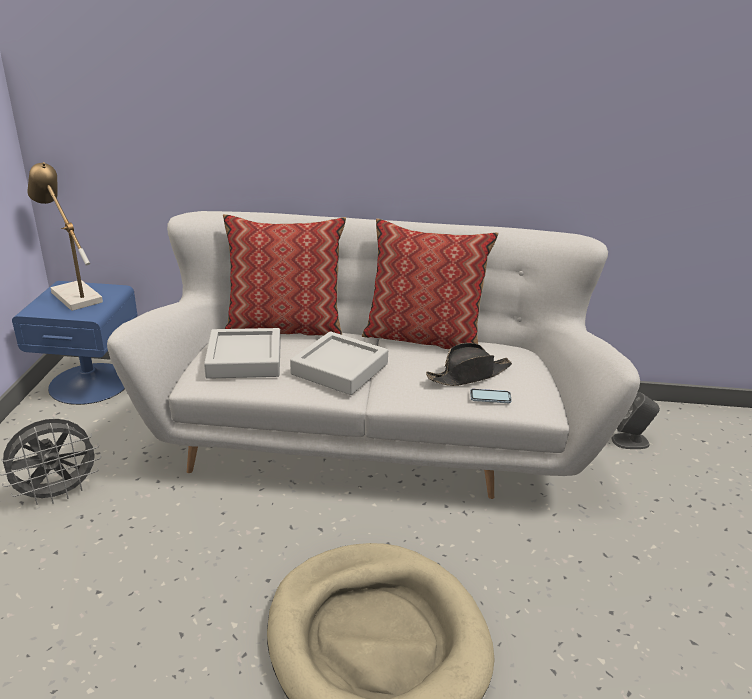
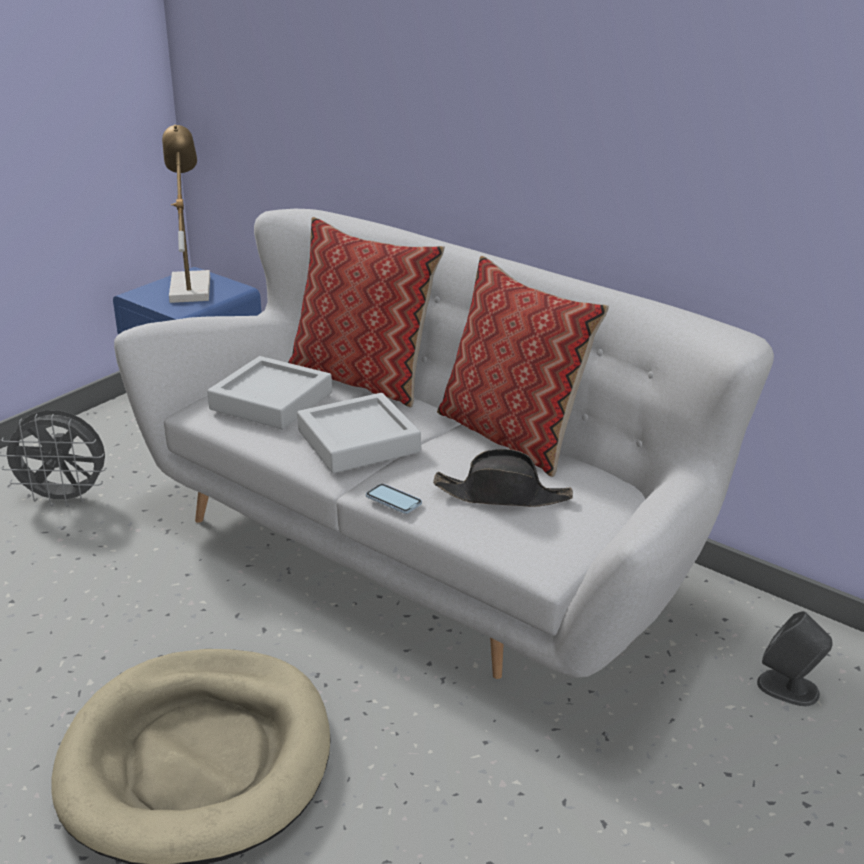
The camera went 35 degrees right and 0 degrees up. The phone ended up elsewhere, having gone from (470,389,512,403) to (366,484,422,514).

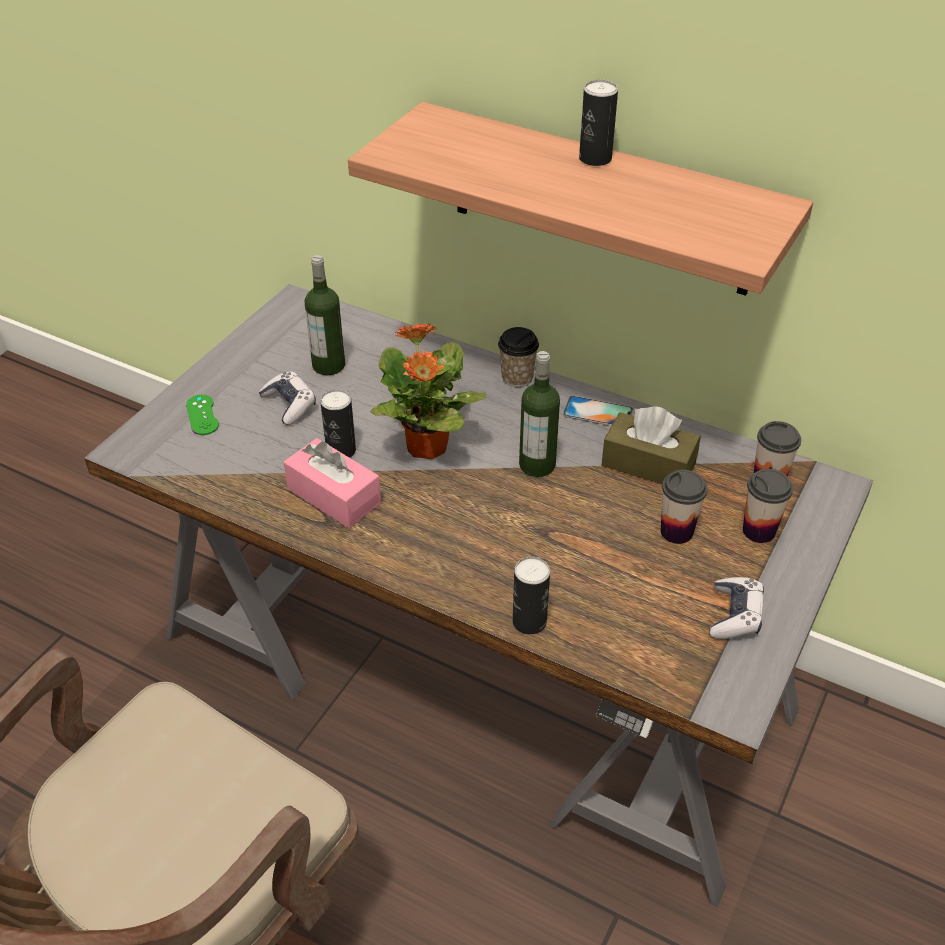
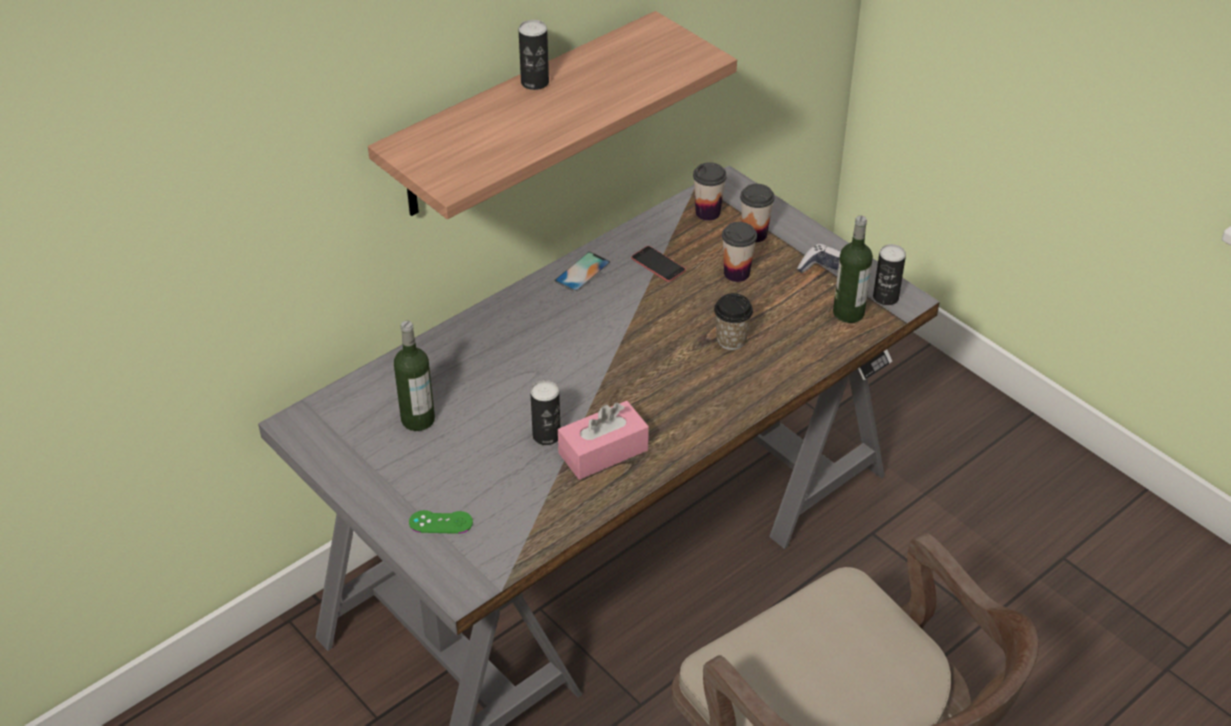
The camera went 70 degrees left and 0 degrees up. Where the brown tissue box stood at (602,406,701,484), the phone came to stand at (631,246,686,282). The cup ended up elsewhere, having gone from (498,327,539,387) to (714,293,753,350). The bottle ended up elsewhere, having gone from (519,351,560,477) to (833,216,873,323). The can ended up elsewhere, having gone from (512,557,550,635) to (873,244,906,305). The second view lost the game controller at (259,372,316,425). The second view lost the potted plant at (370,323,487,459).

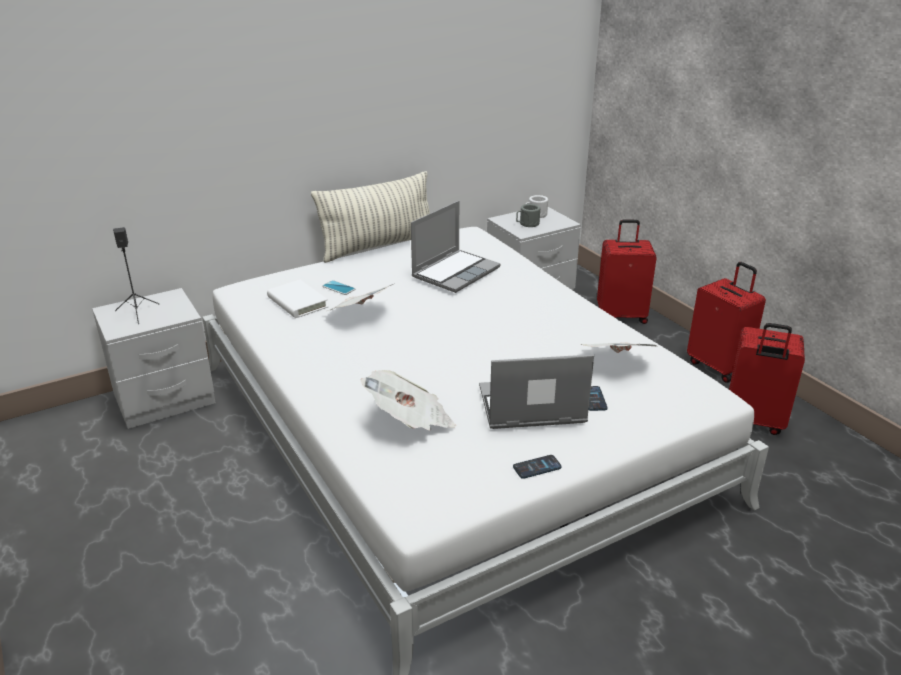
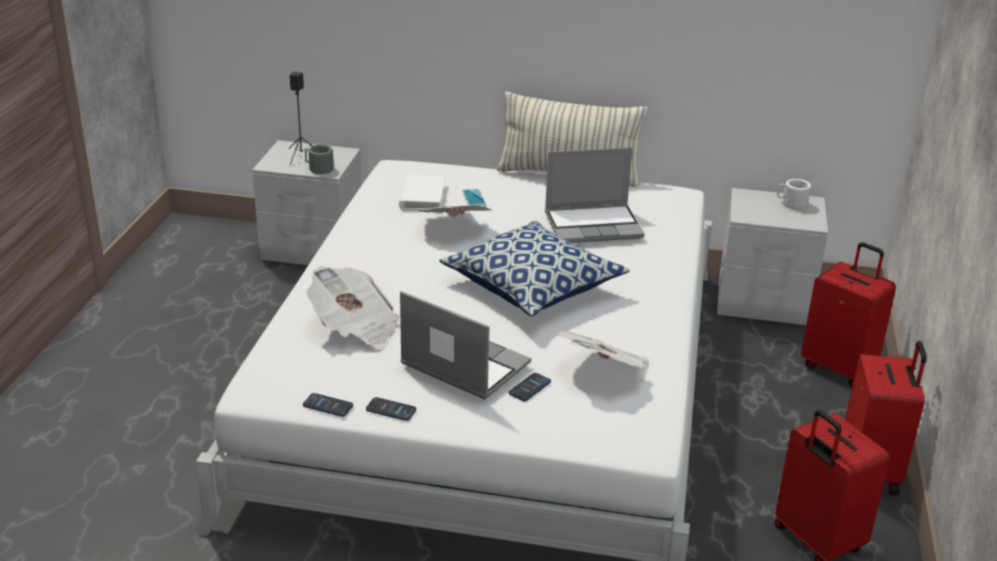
The camera went 40 degrees right and 0 degrees up. The second view gained the phone at (303,393,353,417). The grey mug ended up elsewhere, having gone from (516,204,540,227) to (305,145,334,174). The second view gained the pillow at (439,221,630,317).

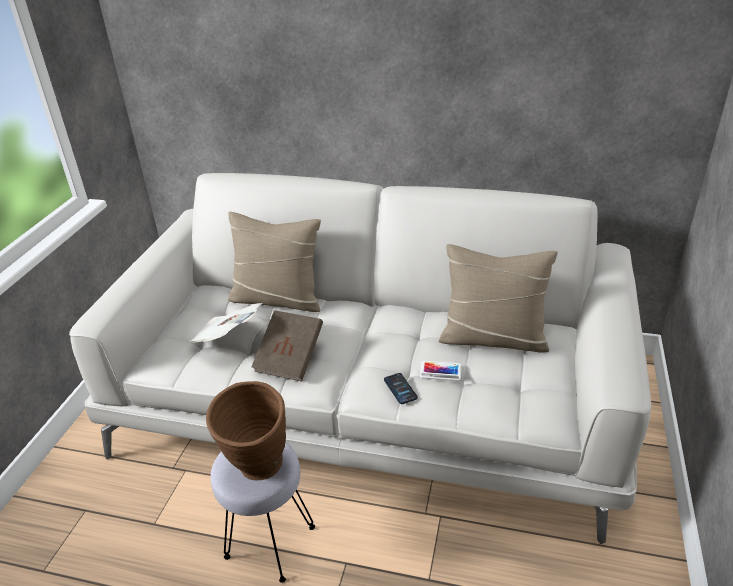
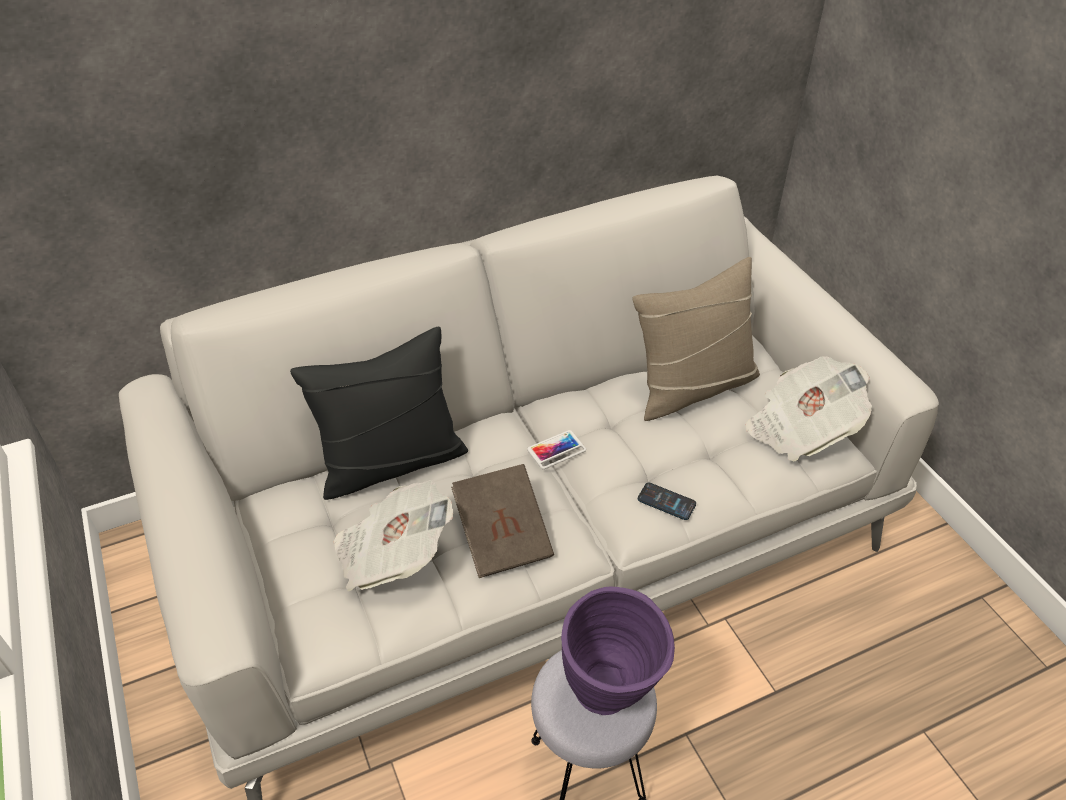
The camera went 40 degrees left and 10 degrees up. What was the beige pillow at (228,212,321,312) turned into the black pillow at (290,327,468,500). The phone ended up elsewhere, having gone from (420,361,462,381) to (527,430,586,469). What was the brown vase at (206,381,286,480) turned into the purple vase at (561,587,675,715). The second view gained the newspaper at (745,356,872,462).

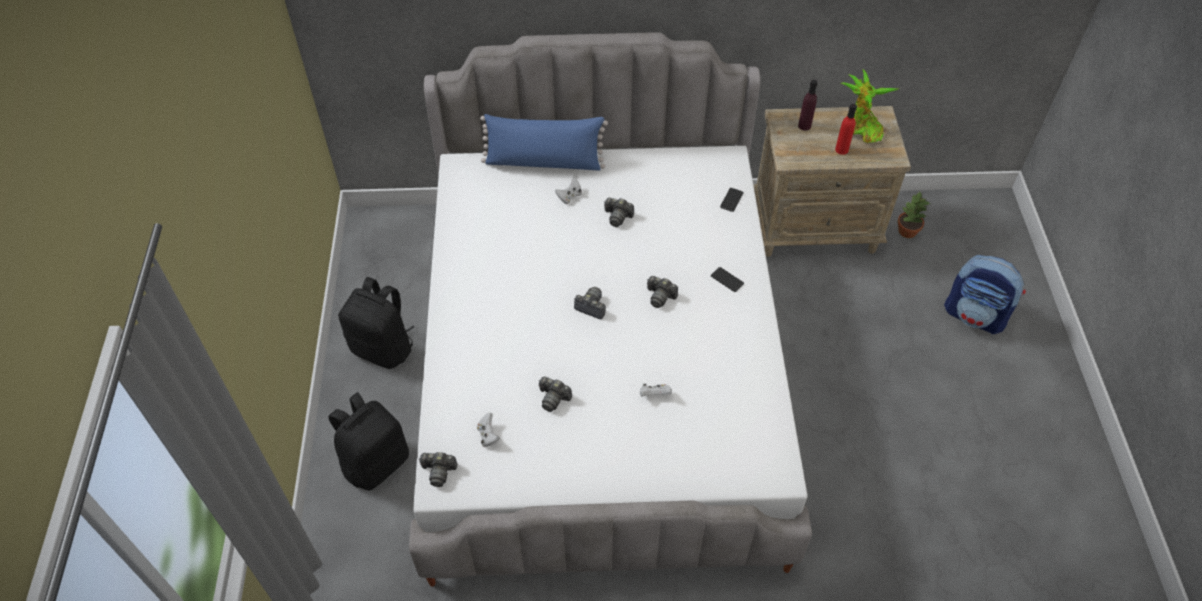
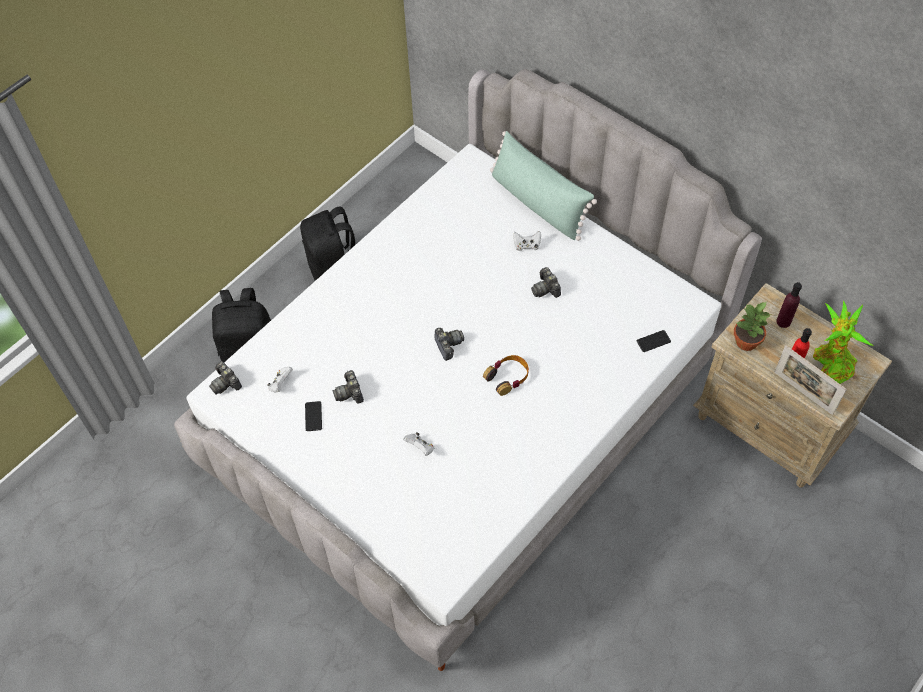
The camera went 45 degrees right and 5 degrees up. The phone ended up elsewhere, having gone from (711,267,744,292) to (305,401,322,431). Where the photo camera stood at (647,276,678,308), the headphones came to stand at (483,355,529,396). What was the blue pillow at (480,114,608,171) turned into the green pillow at (490,131,597,241). The potted plant ended up elsewhere, having gone from (897,192,931,238) to (734,302,770,351). The second view gained the picture frame at (774,345,847,415). The second view lost the backpack at (944,255,1026,334).

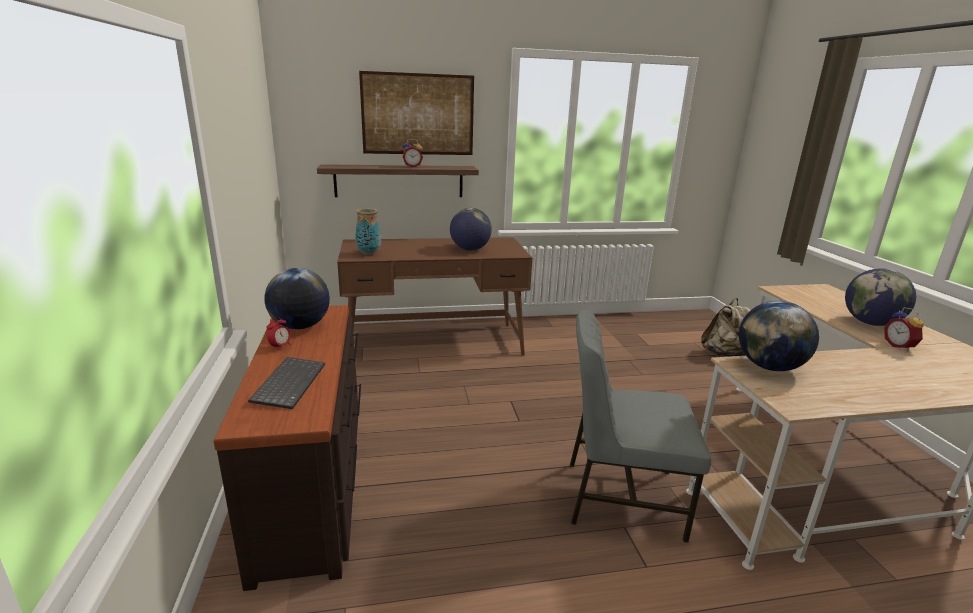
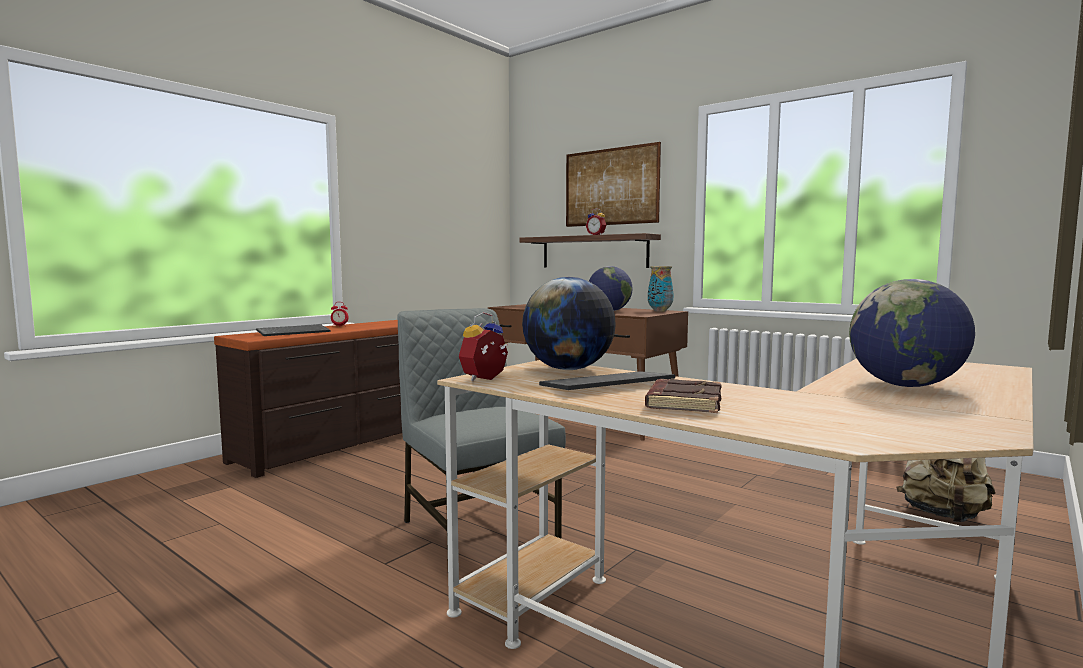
The camera went 50 degrees right and 15 degrees down. The alarm clock ended up elsewhere, having gone from (884,308,923,351) to (459,312,508,381). The second view gained the keyboard at (539,371,675,390). The second view gained the brown book at (645,379,722,413). The vase ended up elsewhere, having gone from (355,208,381,255) to (648,266,674,312). The second view lost the globe at (264,268,330,329).

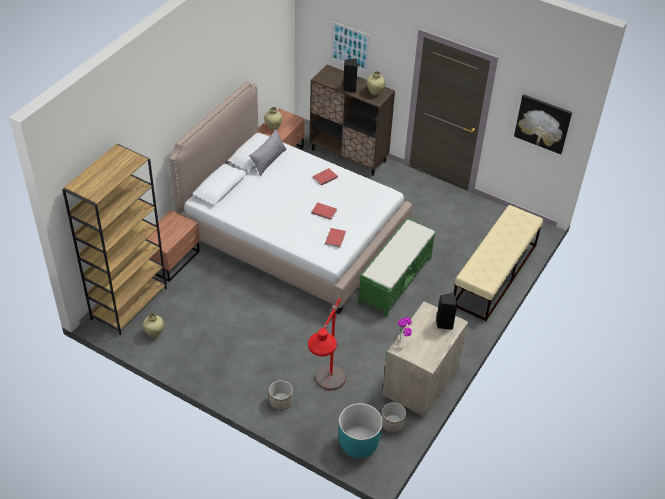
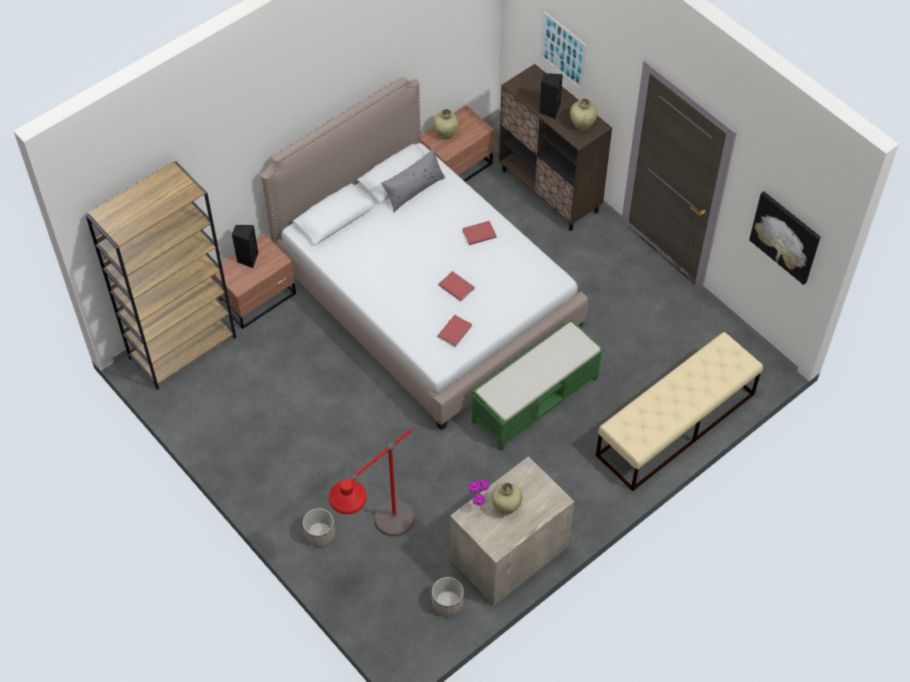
The camera went 20 degrees right and 10 degrees up. The black speaker ended up elsewhere, having gone from (436,293,457,330) to (232,225,258,268). The beige vase ended up elsewhere, having gone from (143,313,164,338) to (491,482,522,514). The second view lost the turquoise planter at (339,403,383,458).

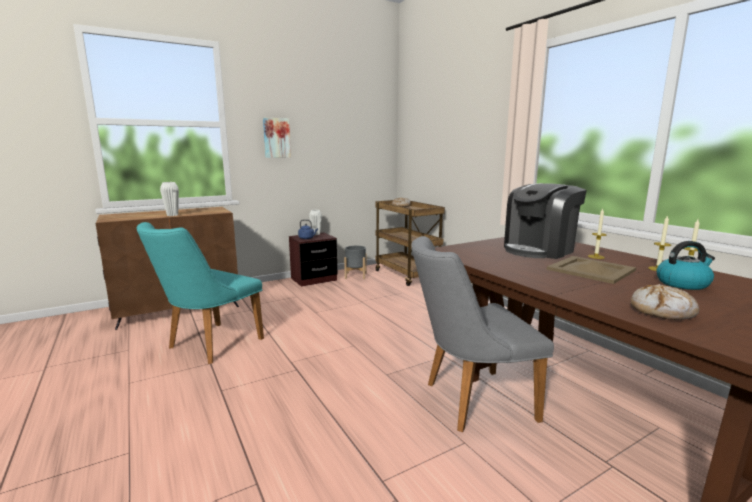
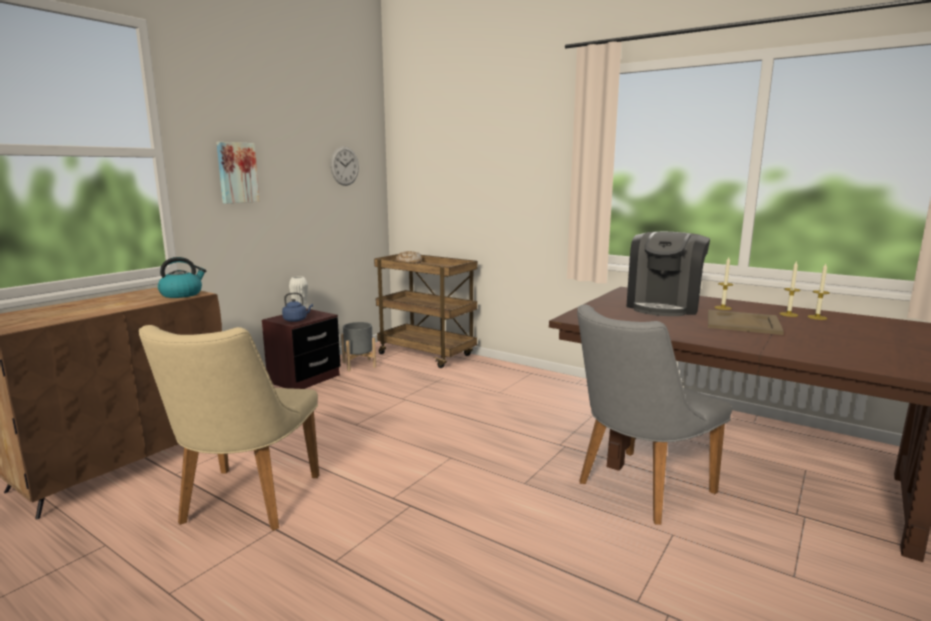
The camera went 25 degrees left and 0 degrees up. What was the turquoise chair at (137,222,264,364) turned into the beige chair at (139,325,319,531). The kettle ended up elsewhere, having gone from (656,241,715,290) to (158,257,206,298). The second view gained the wall clock at (330,146,359,186). The second view lost the white vase at (160,182,179,216). The second view lost the bread at (630,284,699,320).

